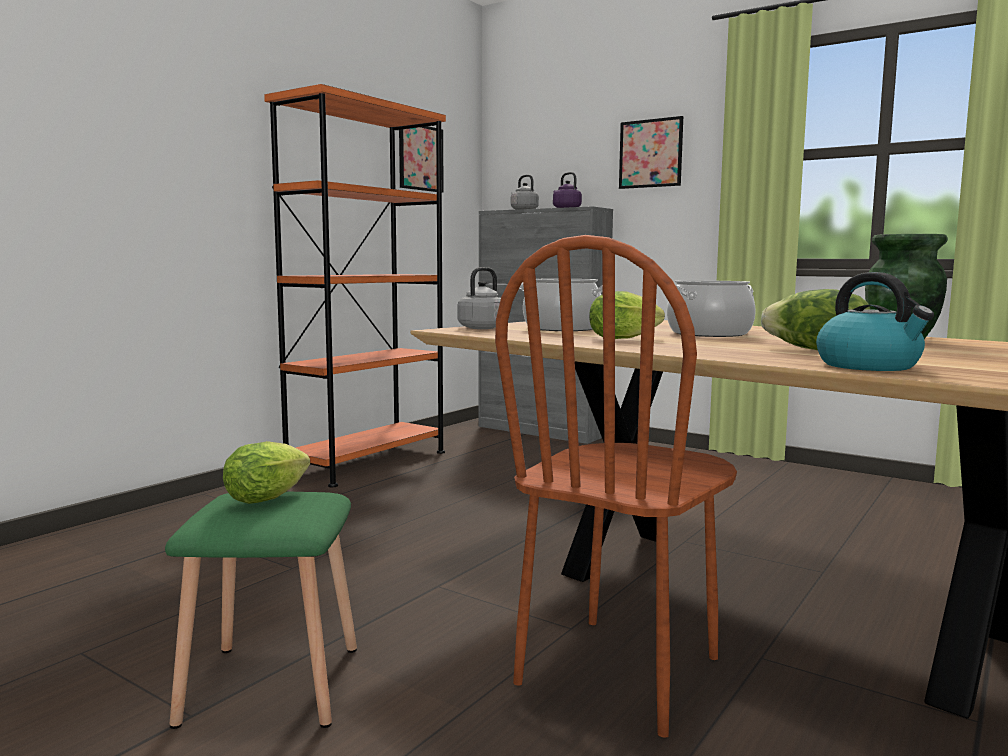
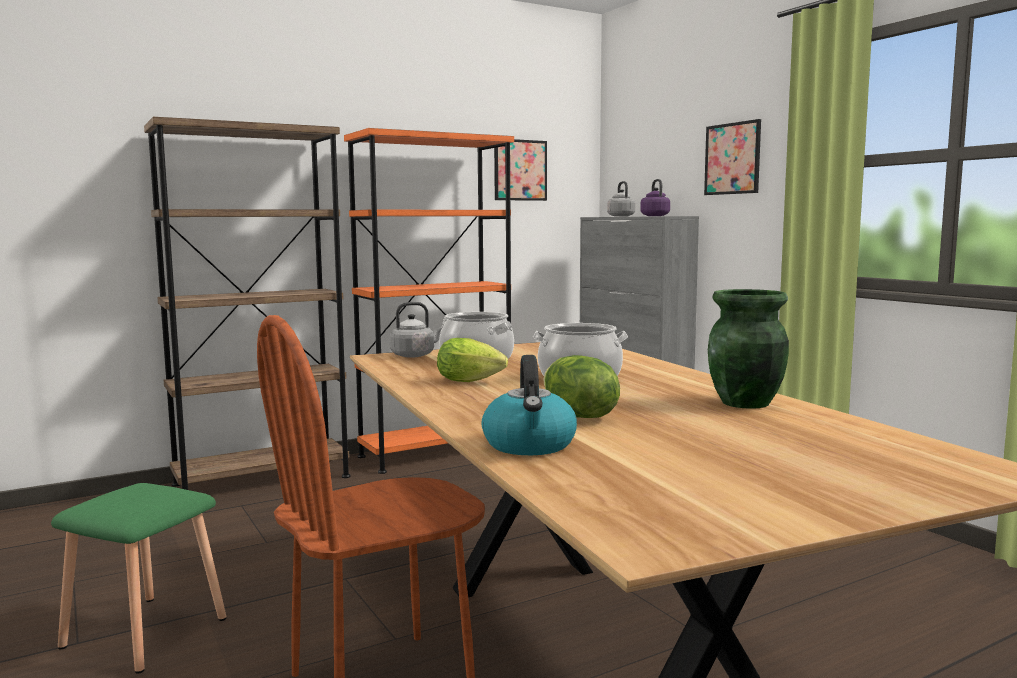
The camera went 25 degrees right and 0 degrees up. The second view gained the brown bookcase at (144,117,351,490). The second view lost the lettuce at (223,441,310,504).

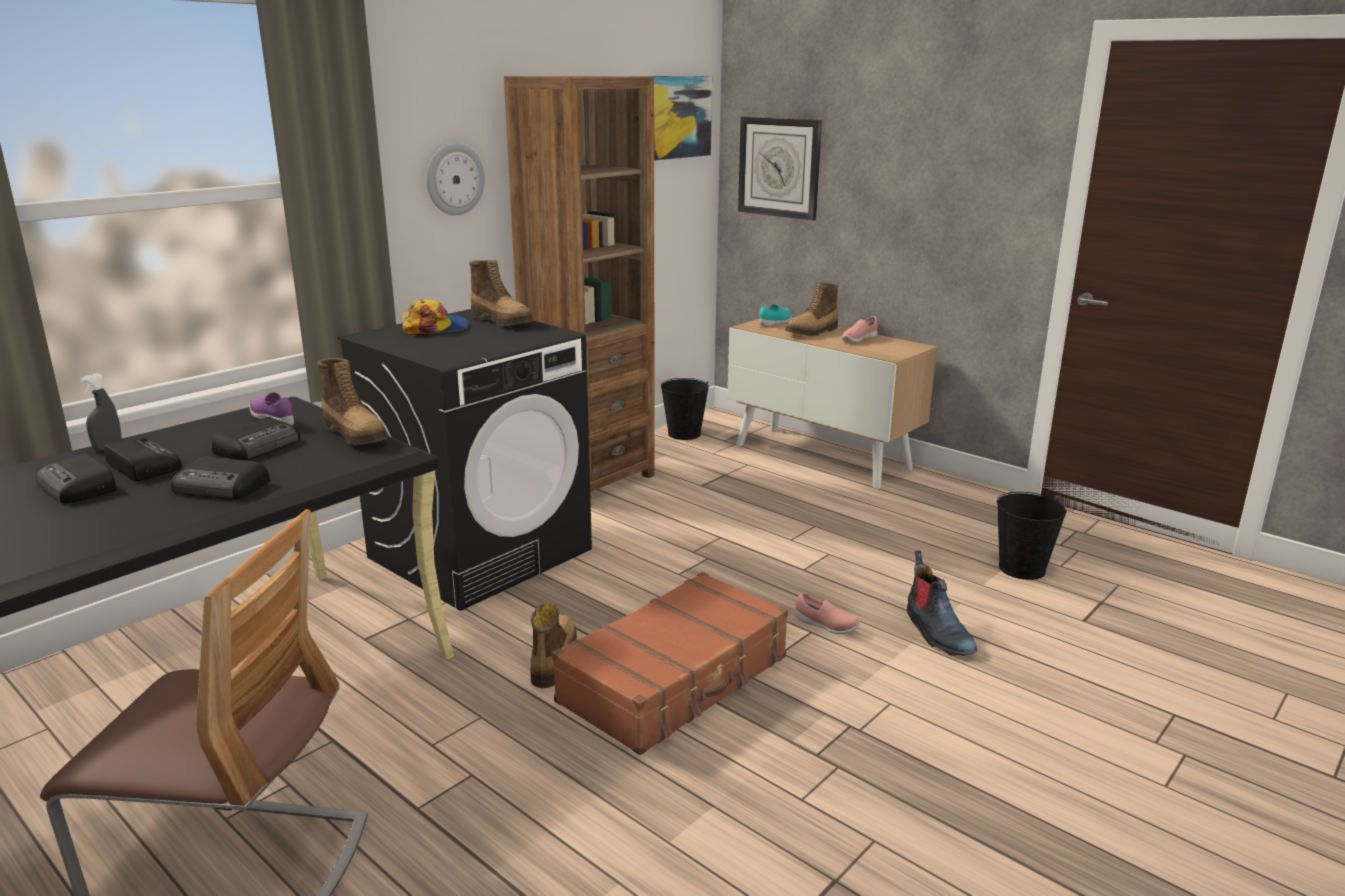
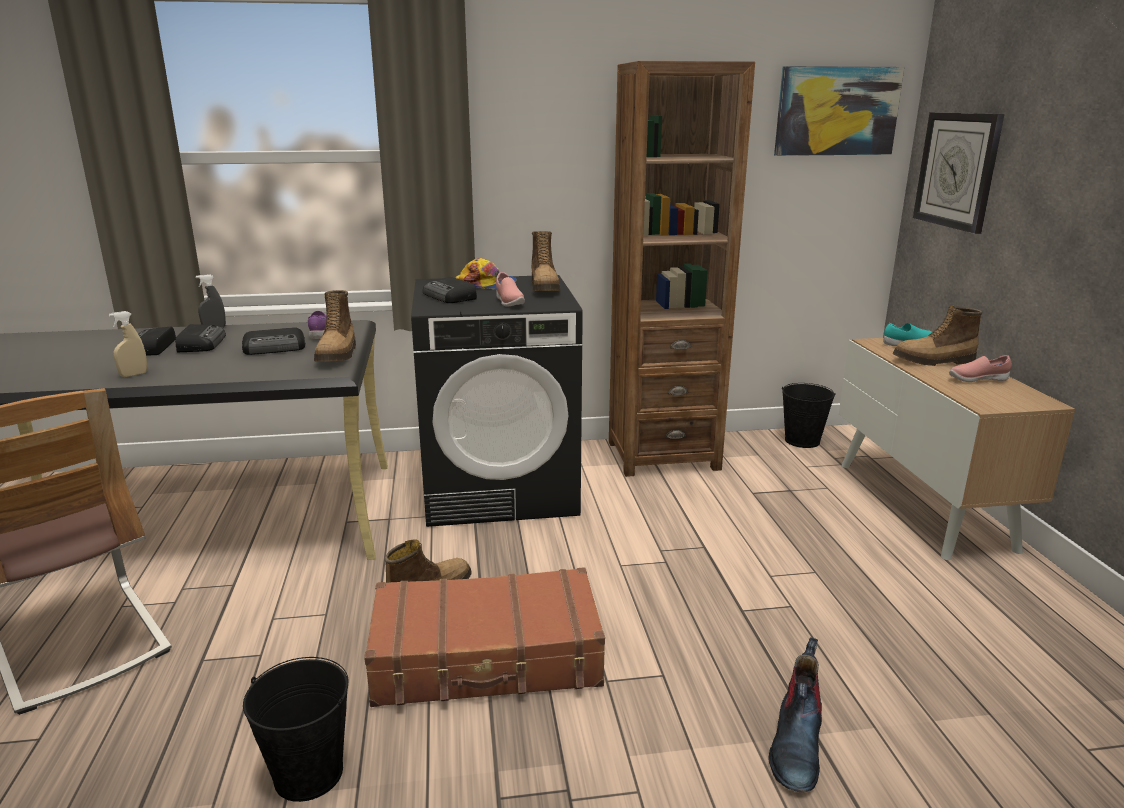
The camera went 40 degrees right and 0 degrees up. The second view gained the beige spray bottle at (109,311,147,377). The black bucket ended up elsewhere, having gone from (997,492,1067,580) to (243,657,349,802). The radio ended up elsewhere, having gone from (171,457,270,499) to (423,277,477,303). The pink shoe ended up elsewhere, having gone from (795,592,860,634) to (496,272,525,307). The second view lost the wall clock at (427,143,485,215).

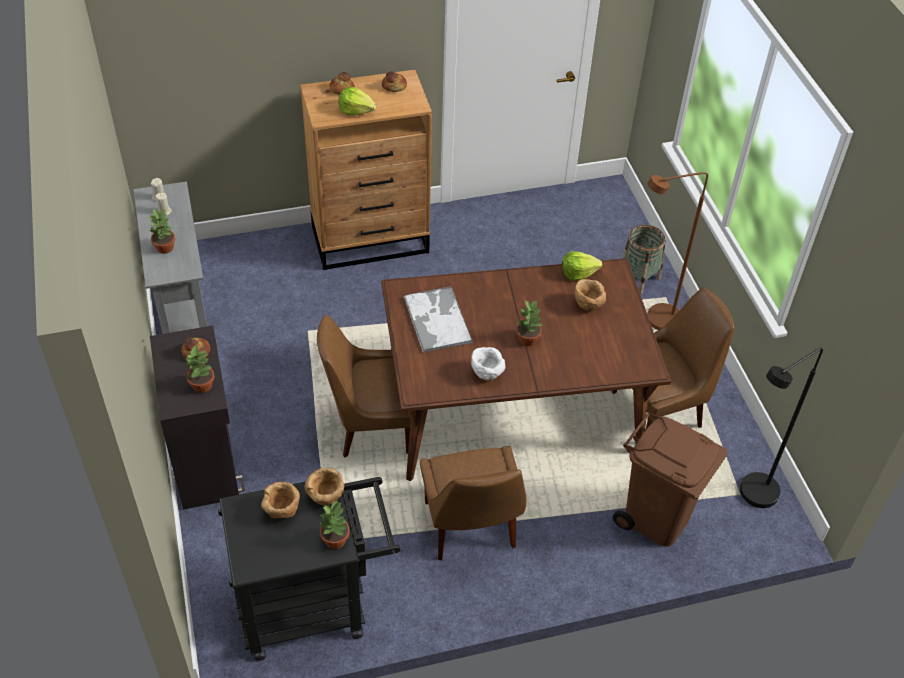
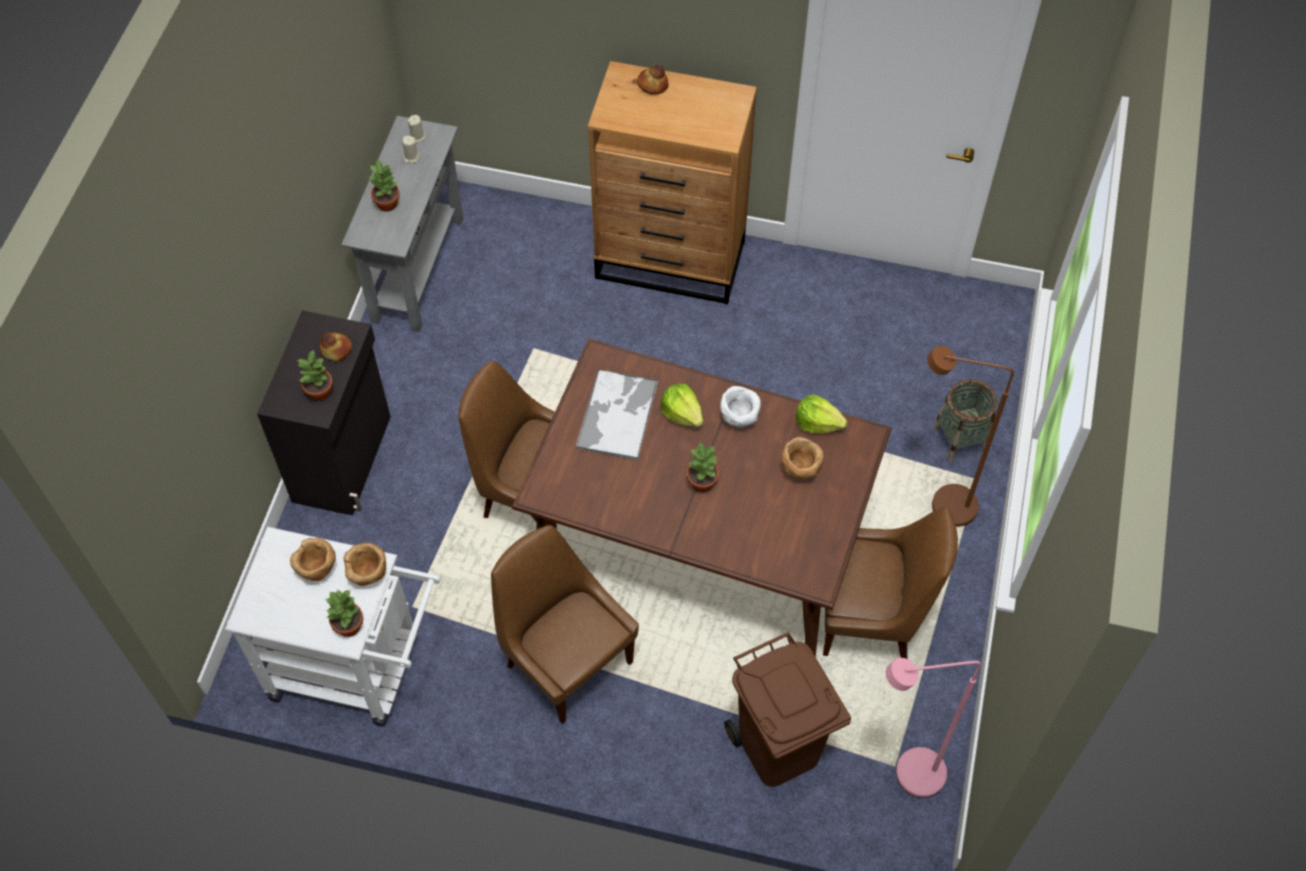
The camera went 30 degrees right and 10 degrees up. What was the black cart at (218,477,400,661) turned into the white cart at (225,527,441,727). The brown chair at (420,446,526,560) ended up facing another way, 120 degrees clockwise from before. The lettuce ended up elsewhere, having gone from (338,87,376,116) to (661,383,703,427). The white bowl ended up elsewhere, having gone from (471,347,505,380) to (720,386,761,427). What was the black floor lamp at (740,348,823,508) turned into the pink floor lamp at (886,658,981,798). The second view lost the bread at (382,71,407,92).

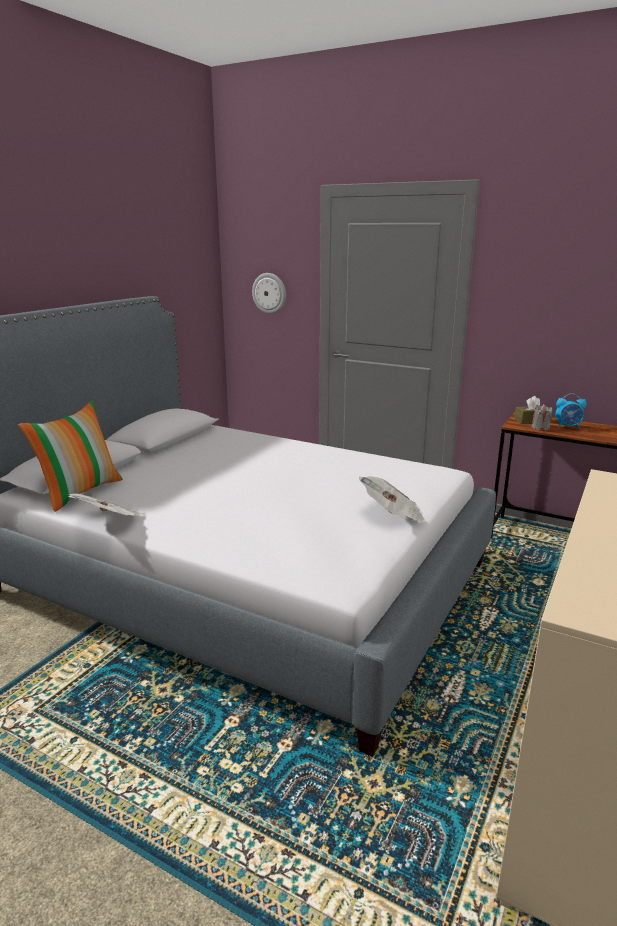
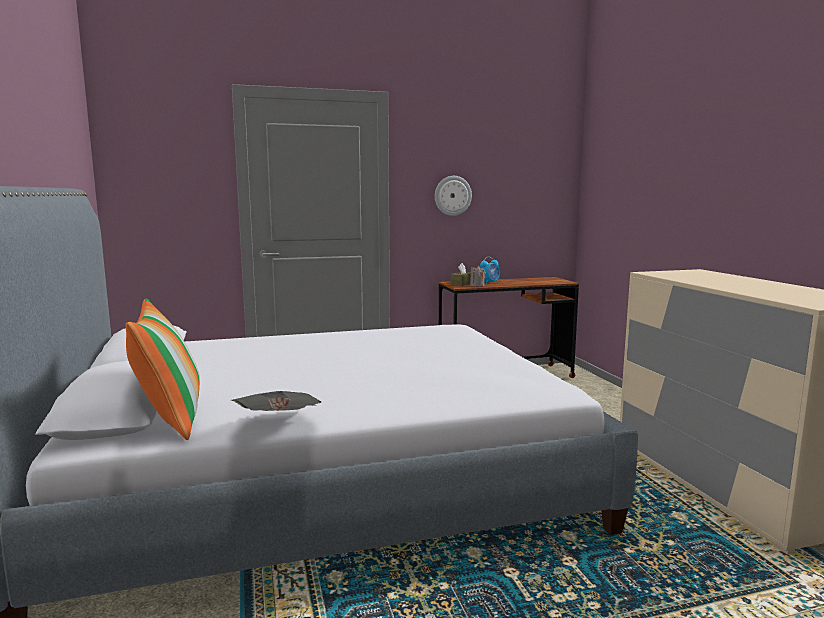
The camera went 45 degrees left and 10 degrees down. The wall clock ended up elsewhere, having gone from (252,273,286,314) to (435,176,472,216). The second view lost the newspaper at (359,476,427,523).

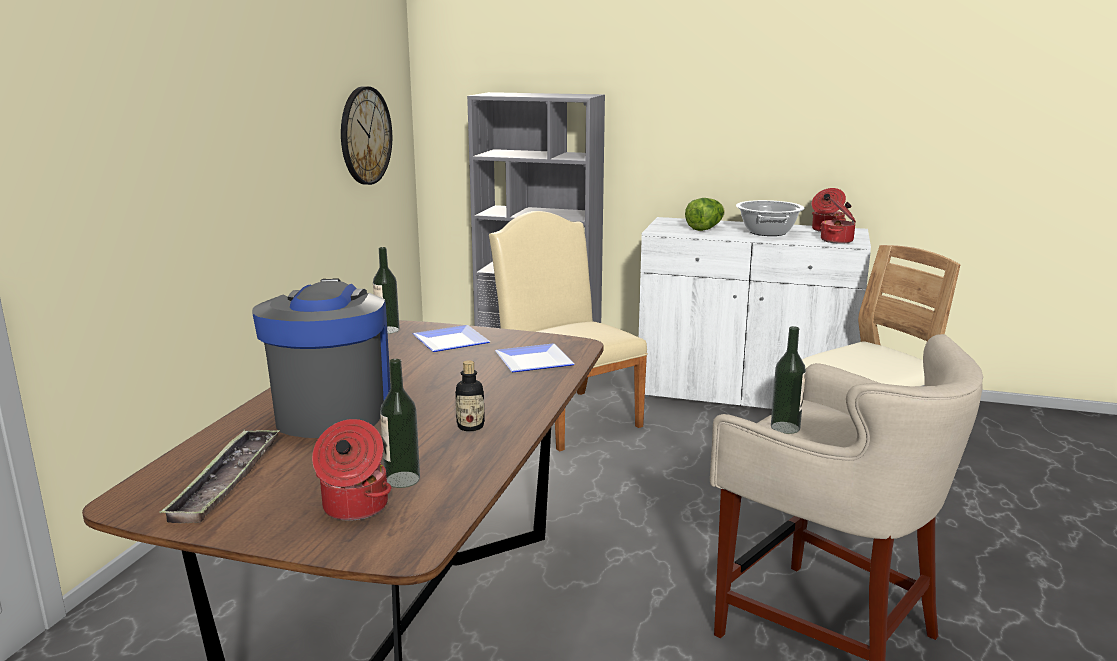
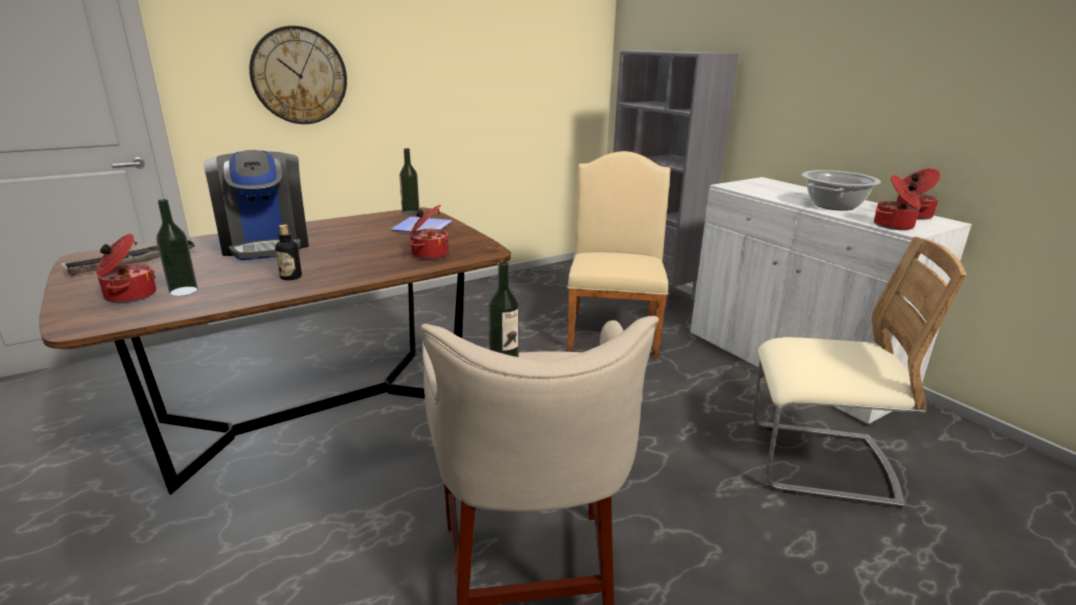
The camera went 40 degrees right and 5 degrees up. The coffee machine at (252,279,390,438) ended up facing another way, 120 degrees clockwise from before. The wall clock ended up elsewhere, having gone from (341,86,392,185) to (249,26,347,124). Where the plate stood at (495,344,574,372), the cooking pot came to stand at (409,205,449,259). The second view lost the lettuce at (685,198,725,231).

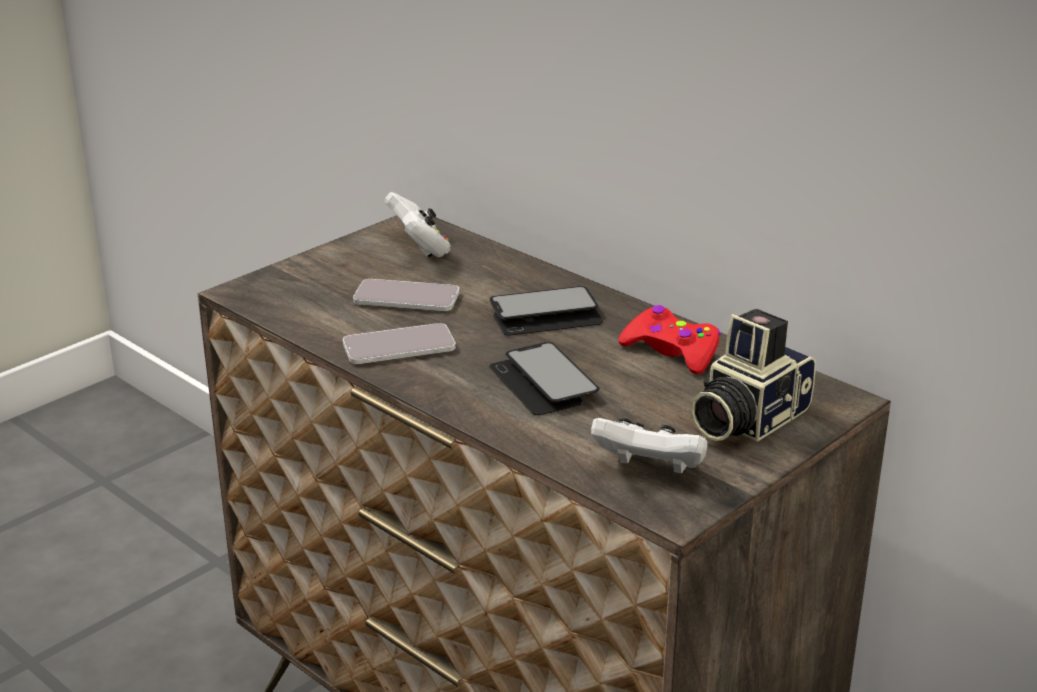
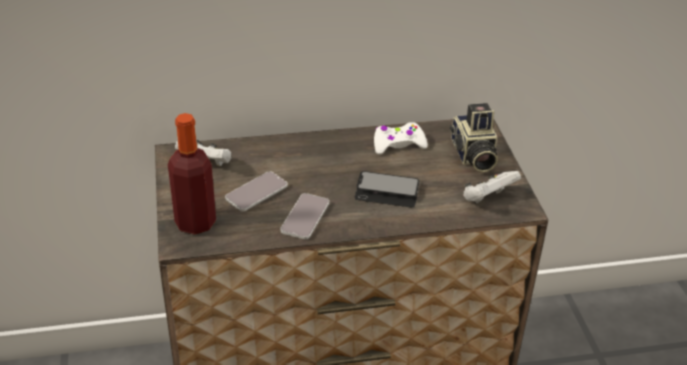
The camera went 55 degrees left and 10 degrees up. The second view gained the bottle at (168,113,216,235). What was the red game controller at (618,305,721,374) turned into the white game controller at (374,122,428,155). The second view lost the phone at (490,286,603,336).

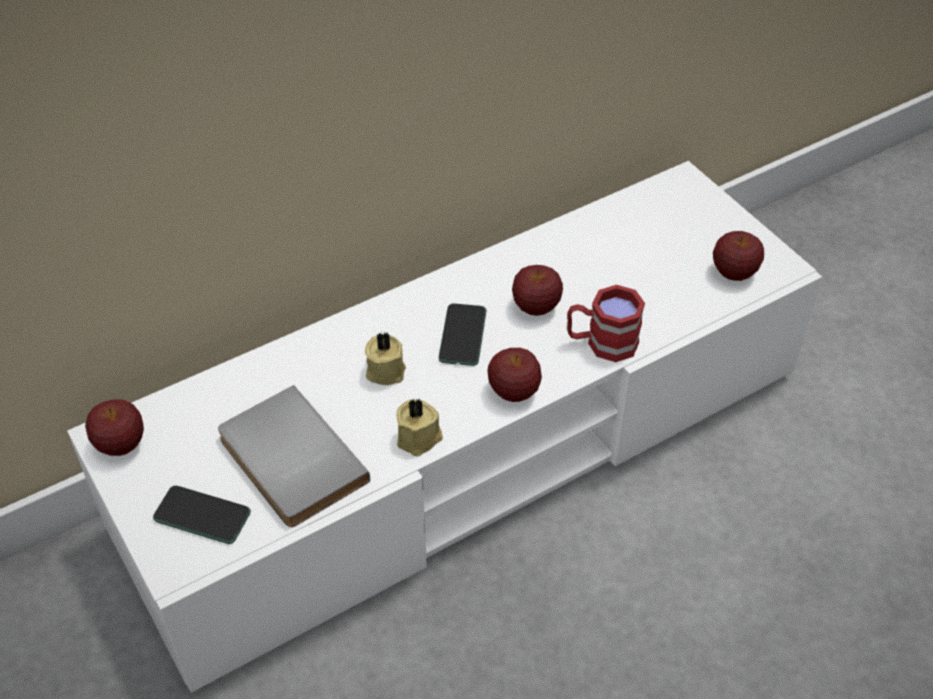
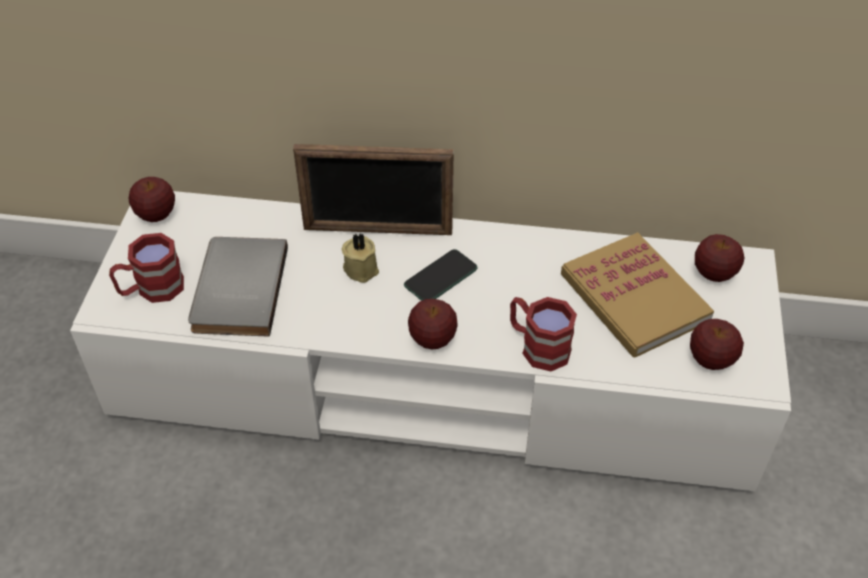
The camera went 40 degrees right and 0 degrees up. Where the phone stood at (153,486,251,544), the red mug came to stand at (109,233,184,303). The second view gained the picture frame at (293,144,454,235). The second view gained the book at (561,232,714,358). The apple ended up elsewhere, having gone from (512,265,563,316) to (695,234,744,282). The second view lost the beige candle at (396,398,443,456).

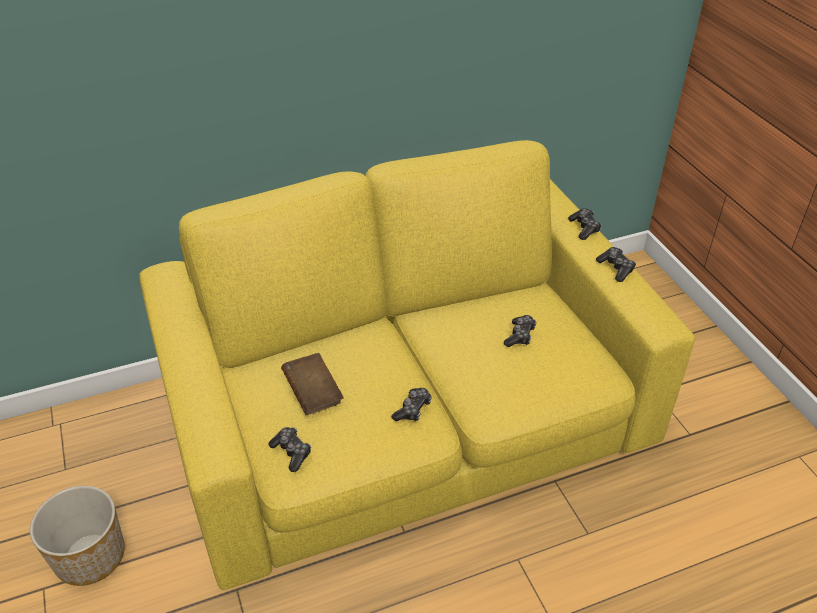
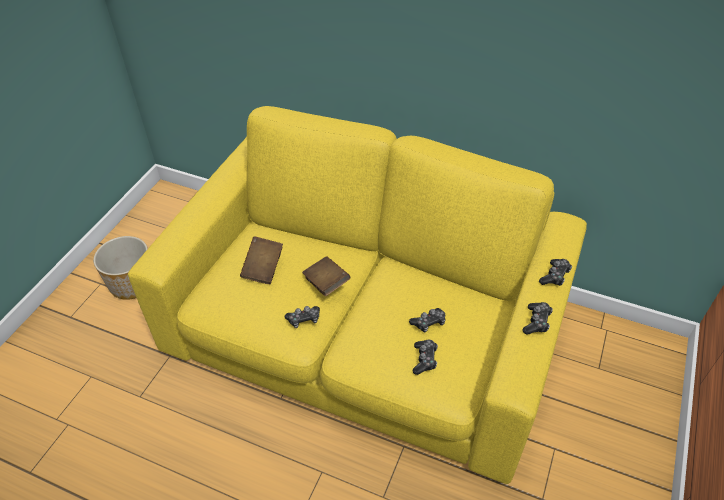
The camera went 45 degrees right and 5 degrees up. The second view gained the brown book at (302,257,351,296). The game controller ended up elsewhere, having gone from (268,427,311,472) to (413,340,438,375).

